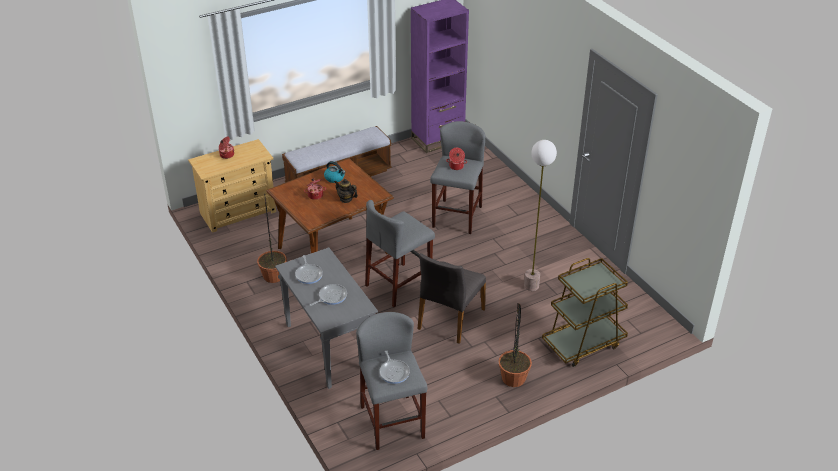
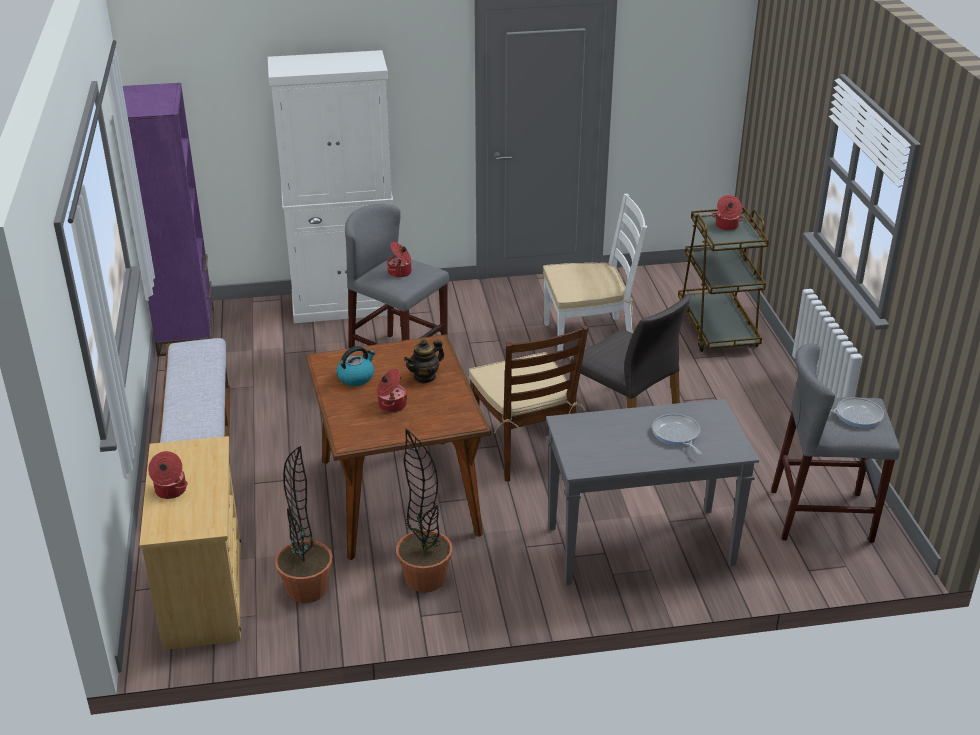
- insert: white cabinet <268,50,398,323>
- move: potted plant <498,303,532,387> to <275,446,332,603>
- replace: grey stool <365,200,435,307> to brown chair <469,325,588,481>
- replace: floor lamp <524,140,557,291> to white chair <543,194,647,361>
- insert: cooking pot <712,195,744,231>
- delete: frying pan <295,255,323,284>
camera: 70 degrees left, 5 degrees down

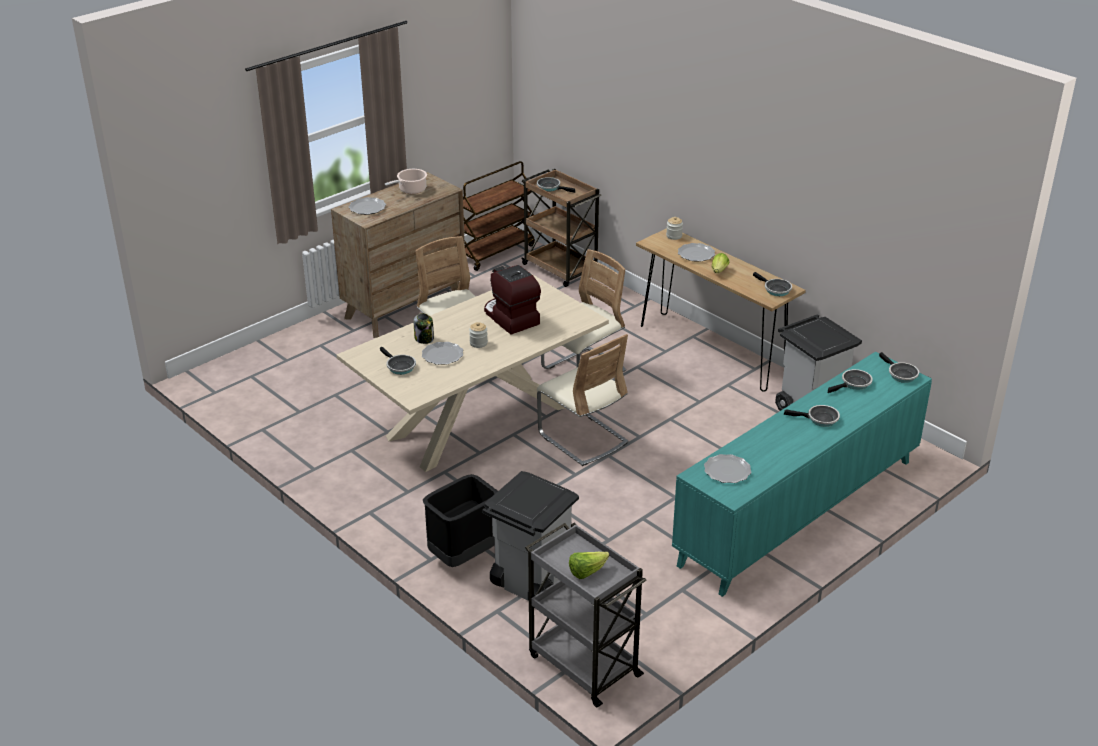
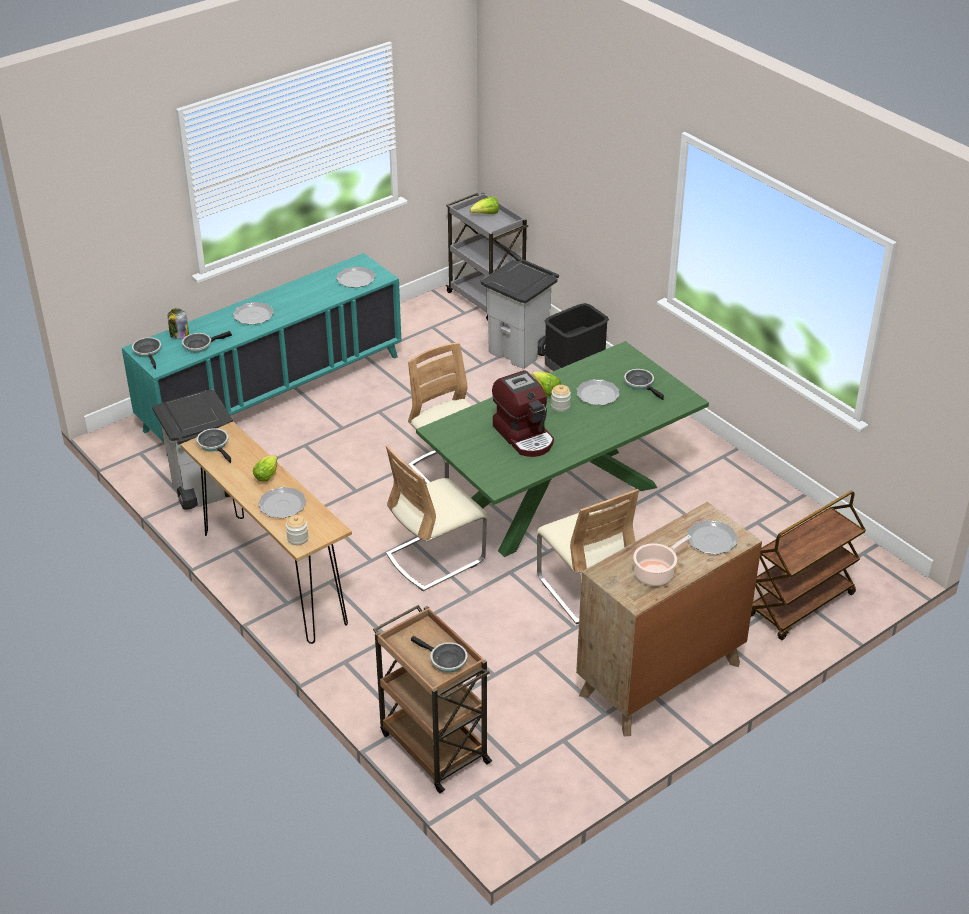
- move: jar <414,313,434,344> to <168,308,189,339>
- replace: frying pan <784,405,840,427> to plate <233,302,274,325>
- recolor: beige dining table <336,274,609,472> to green dining table <416,341,709,557>
- insert: lettuce <532,371,561,397>
- move: brown cart <463,161,535,271> to <751,491,866,640>
camera: 175 degrees left, 5 degrees up

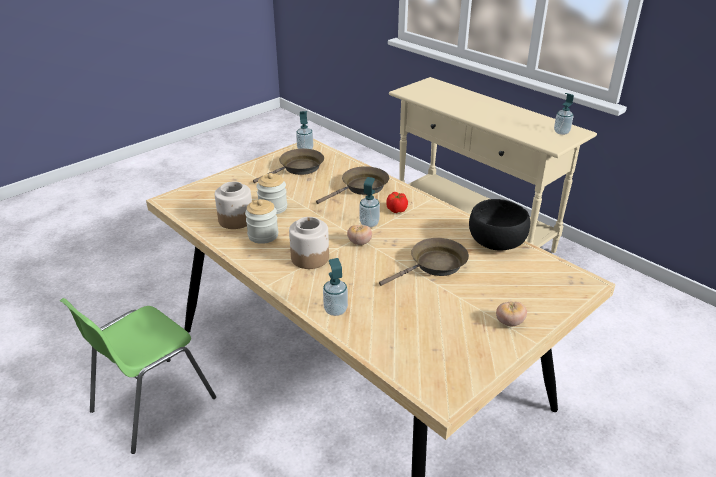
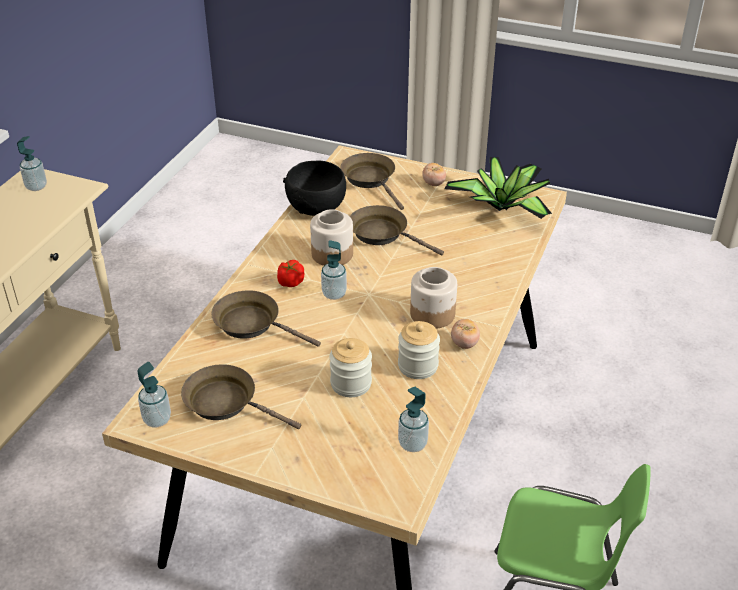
- move: jar <215,181,252,229> to <310,209,353,266>
- insert: brown frying pan <341,153,404,210>
- move: soap dispenser <323,258,348,316> to <398,387,429,452>
- insert: potted plant <445,157,552,219>
- move: tomato <347,225,372,245> to <451,319,480,349>
camera: 115 degrees left, 5 degrees up

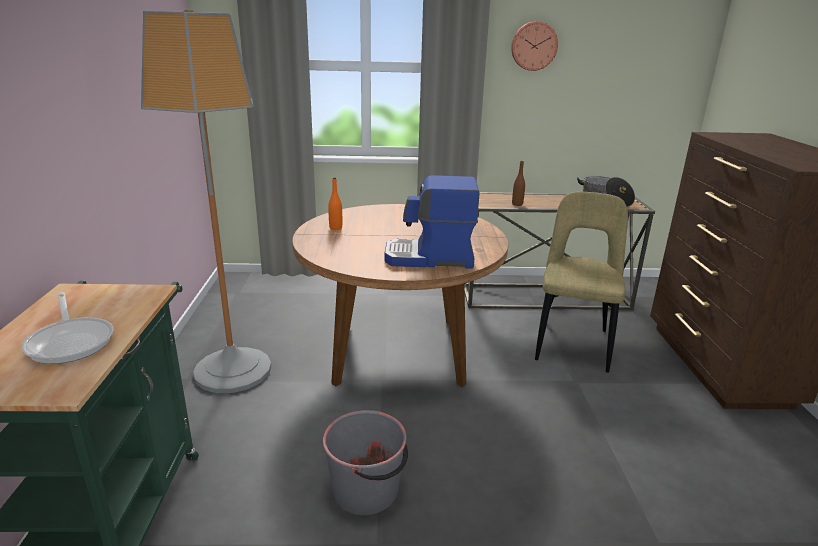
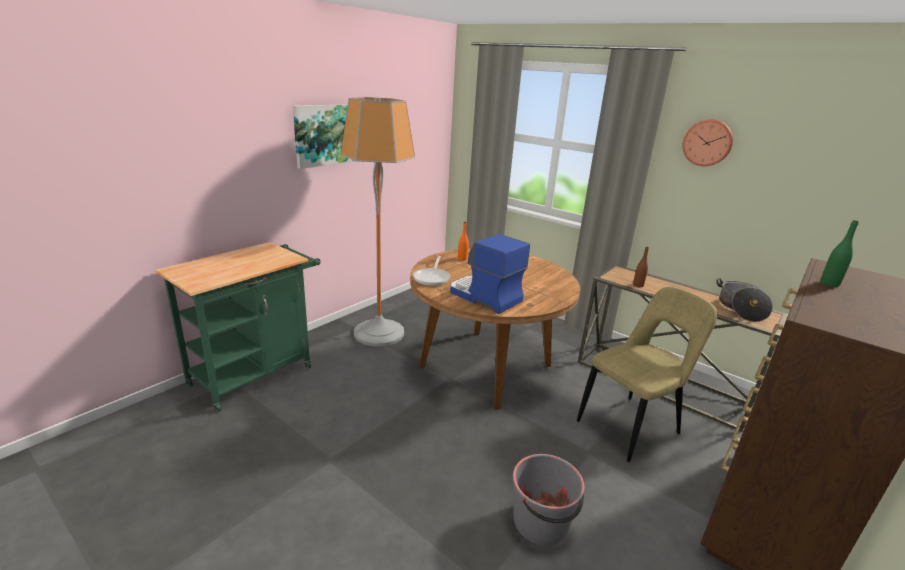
- insert: picture <293,105,354,169>
- move: frying pan <21,292,114,364> to <413,256,450,286>
- move: grey bucket <323,410,408,515> to <513,454,585,546>
- insert: green bottle <821,220,859,287>
camera: 40 degrees right, 0 degrees up

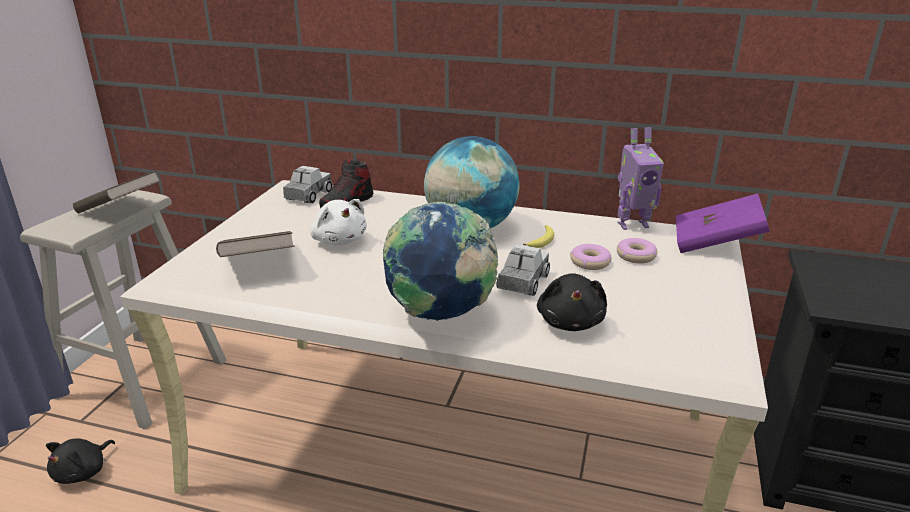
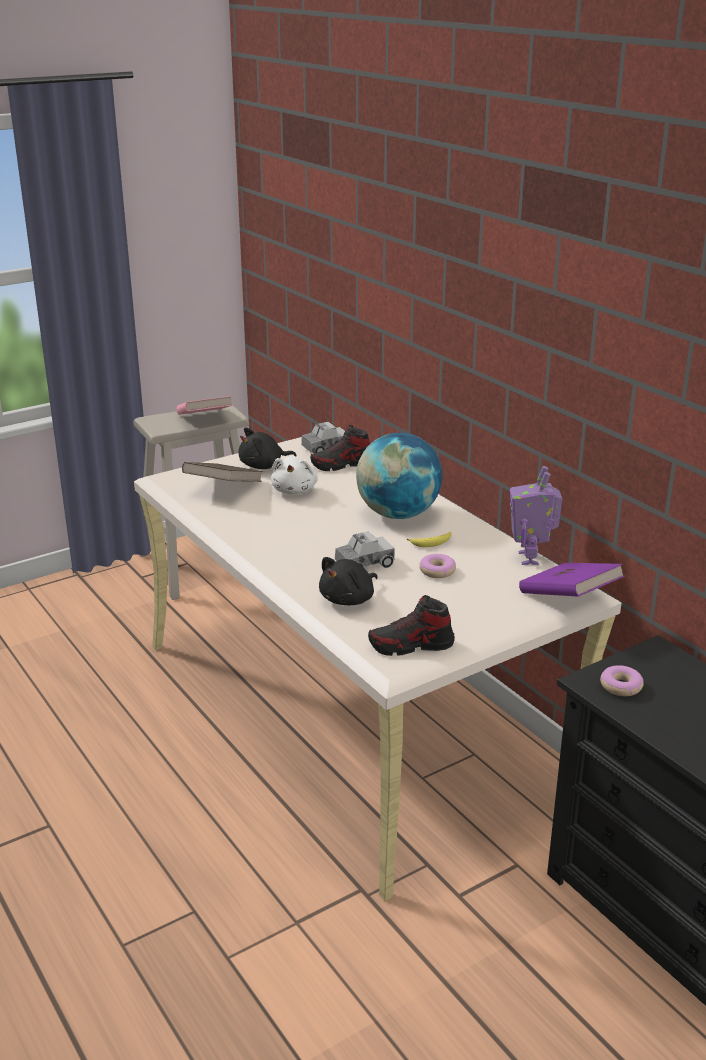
- recolor: brown book <73,171,161,213> to pink book <177,396,232,415>
- move: black plush toy <46,439,115,484> to <238,427,297,469>
- insert: shoe <368,595,455,656>
- rotate: toy robot <617,127,664,230> = <510,466,562,565> 60 degrees clockwise
- move: donut <617,238,657,264> to <600,665,644,696>
- delete: globe <383,201,498,321>
camera: 40 degrees right, 0 degrees up

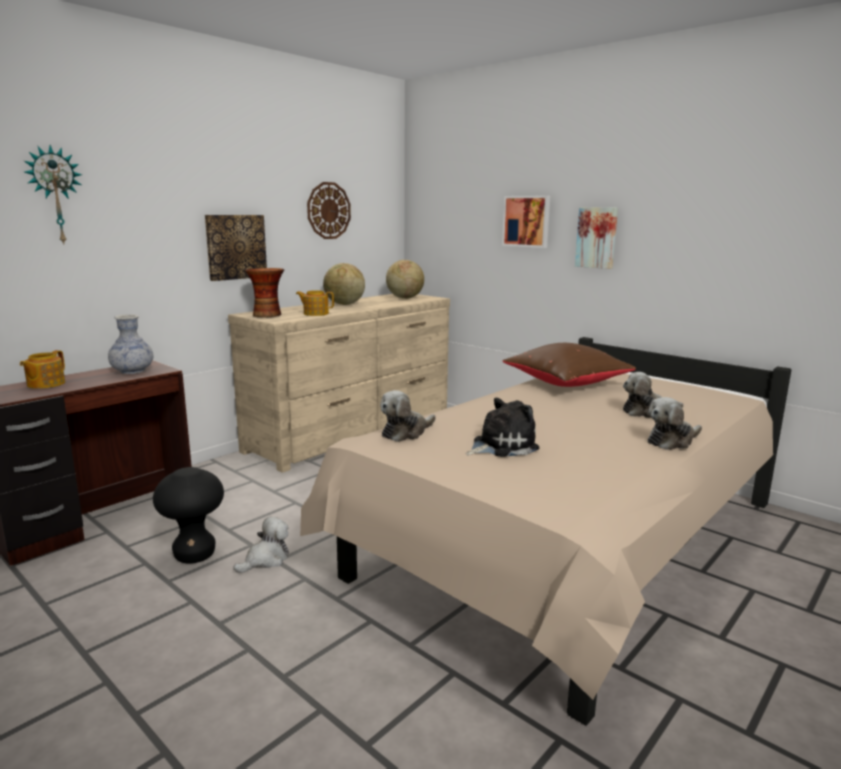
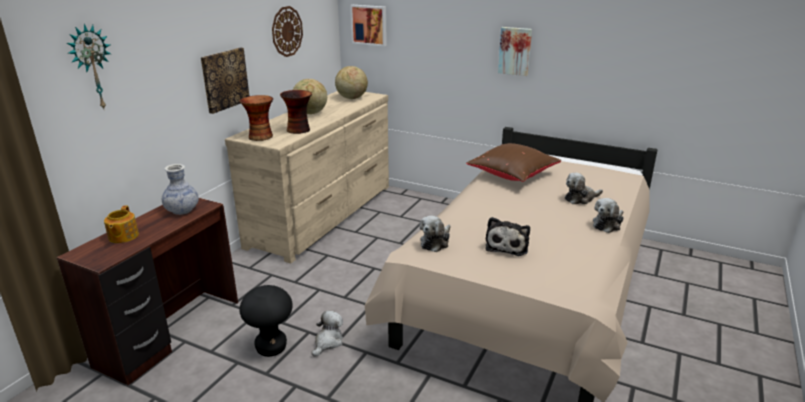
- replace: teapot <296,290,334,316> to vase <280,90,312,134>
- move: picture <502,196,550,248> to <350,5,387,46>
- rotate: plush toy <466,398,540,457> = <486,217,530,256> 150 degrees clockwise
camera: 15 degrees left, 10 degrees up

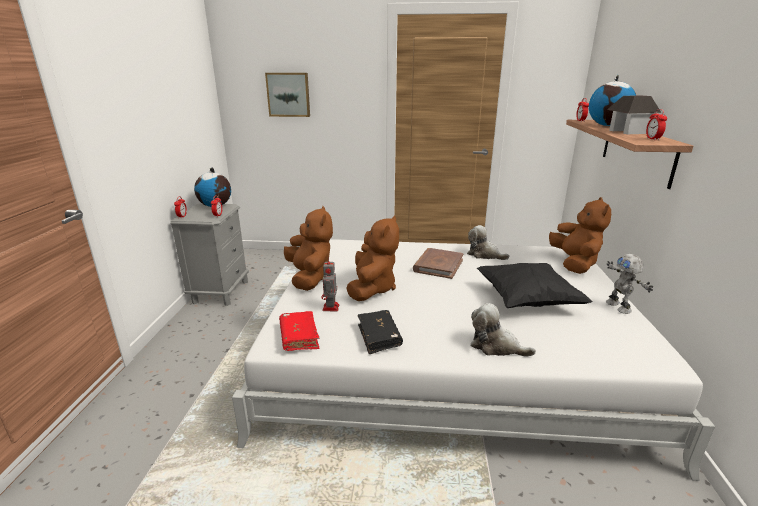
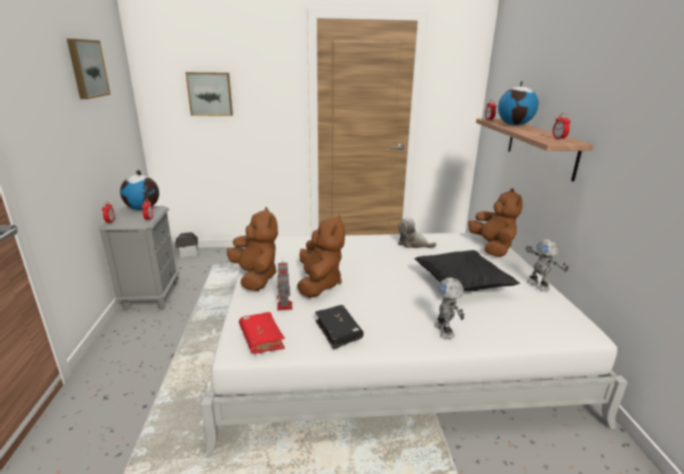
- insert: picture <67,39,110,99>
- move: toy house <607,95,661,134> to <175,232,198,258>
- replace: plush toy <471,303,536,357> to toy robot <434,277,465,339>
- delete: brown book <413,248,464,279>
camera: 10 degrees left, 0 degrees up

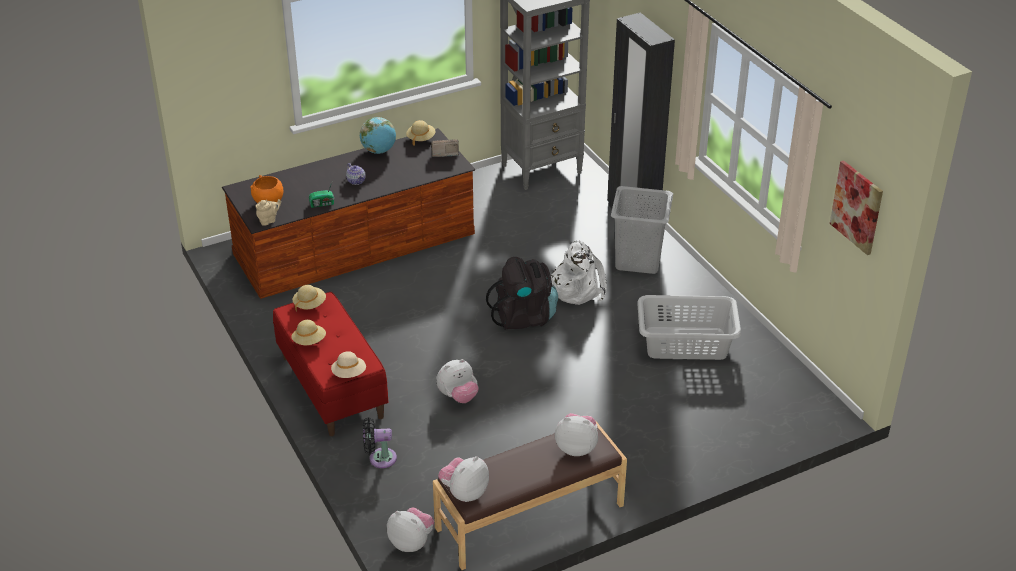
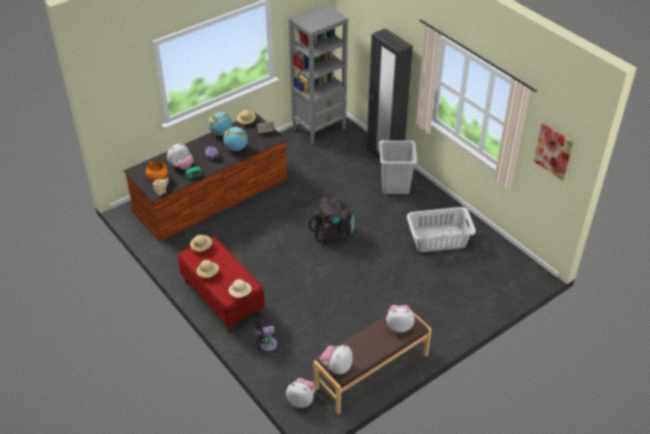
- move: plush toy <436,359,478,403> to <167,143,193,170>
- insert: globe <223,127,248,151>
- delete: white backpack <551,240,607,305>
camera: 10 degrees left, 5 degrees up

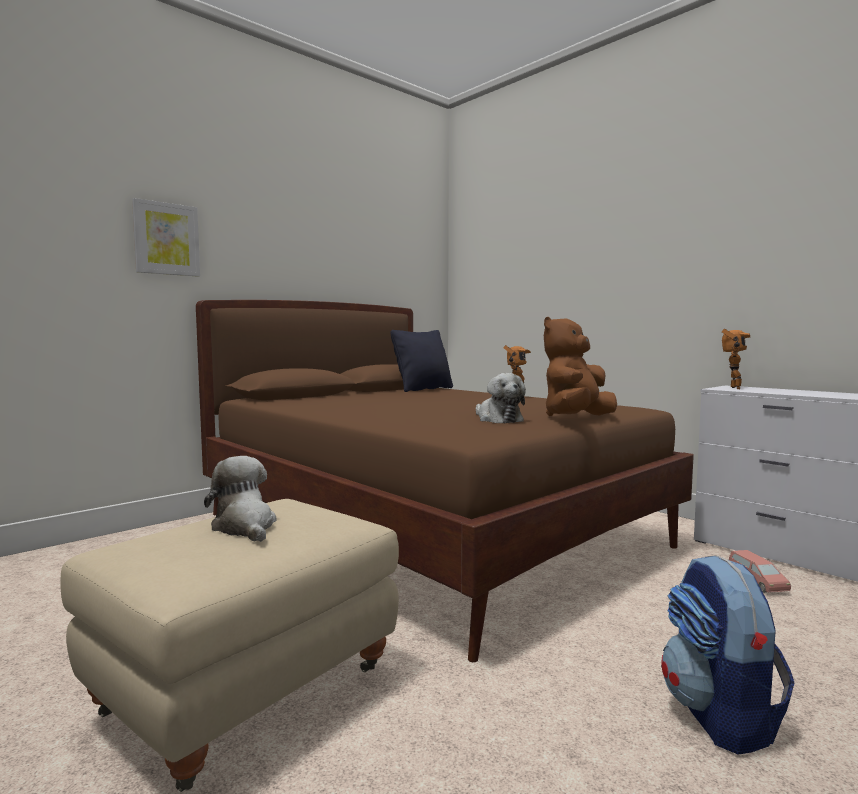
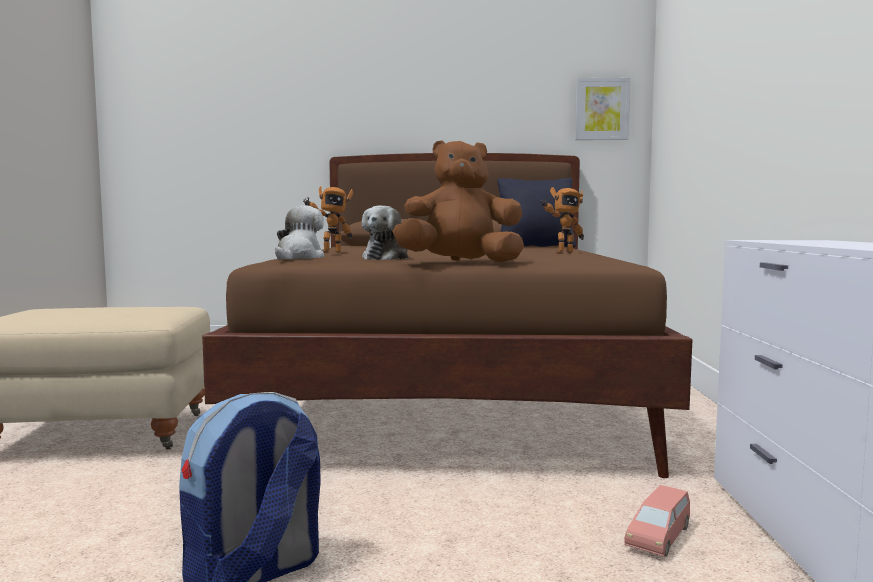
- move: plush toy <204,456,276,542> to <275,205,325,259>
- move: toy robot <722,329,750,389> to <303,186,353,253>
- move: picture <132,198,200,277> to <575,78,630,140>
camera: 45 degrees right, 0 degrees up

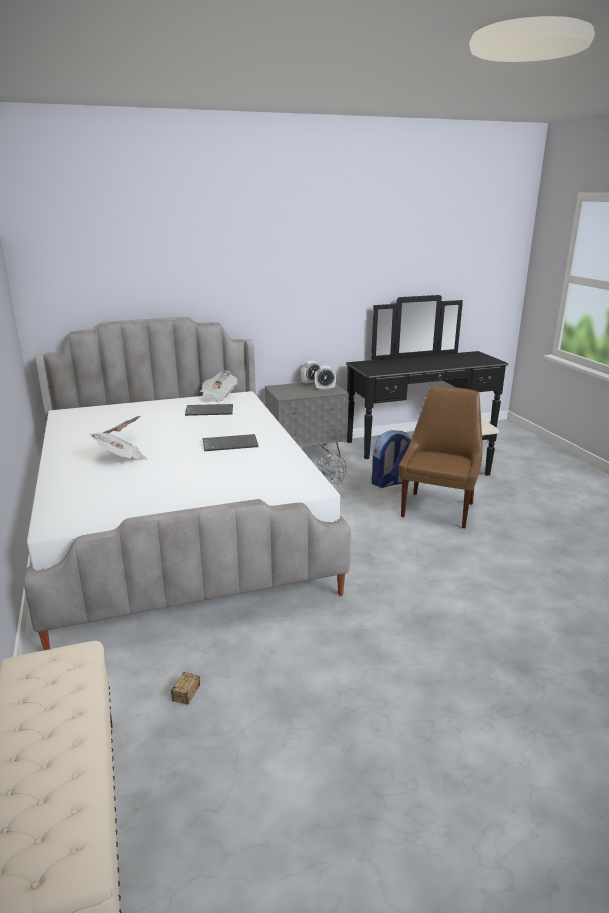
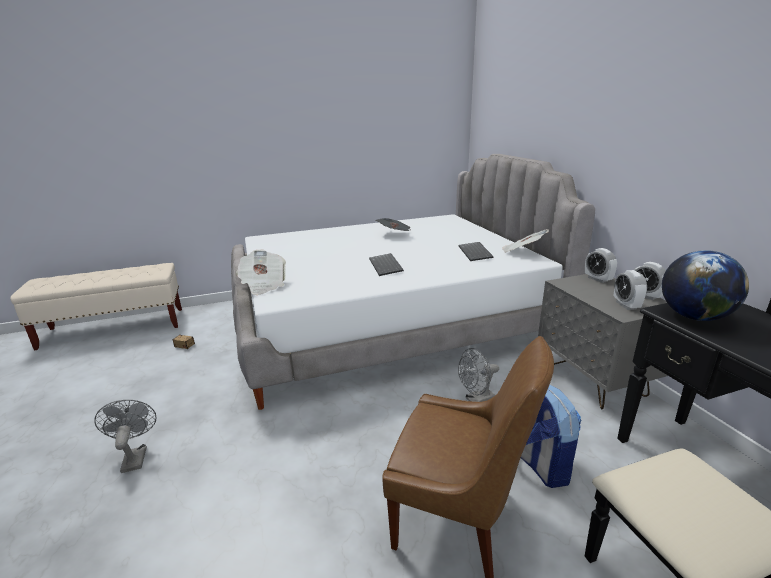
- insert: grey fan <94,400,156,473>
- move: newspaper <90,433,147,460> to <236,250,286,295>
- insert: alarm clock <585,248,617,283>
- insert: globe <662,250,749,321>
camera: 90 degrees right, 0 degrees up

